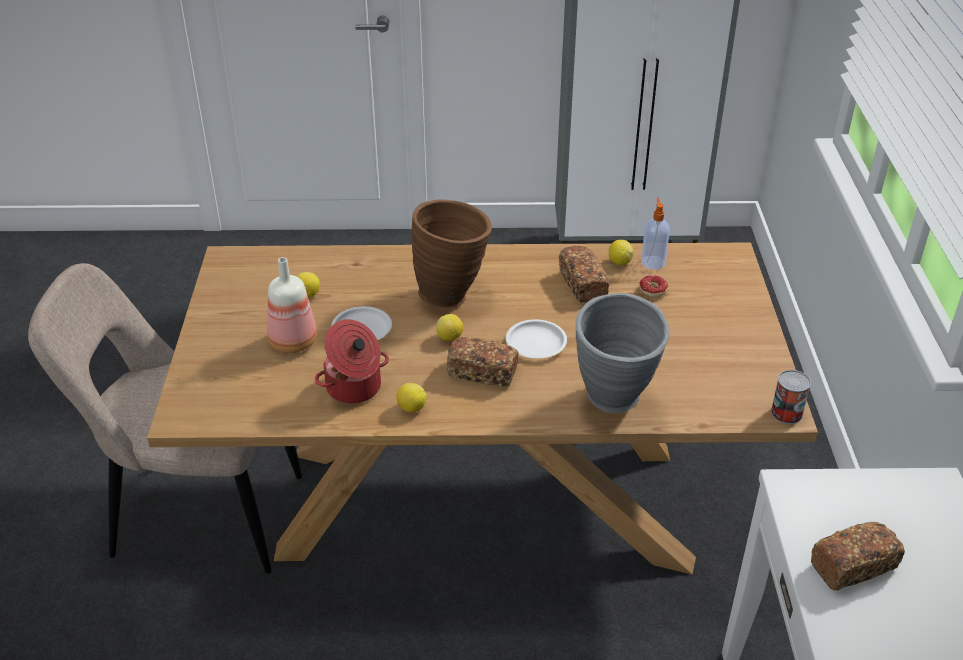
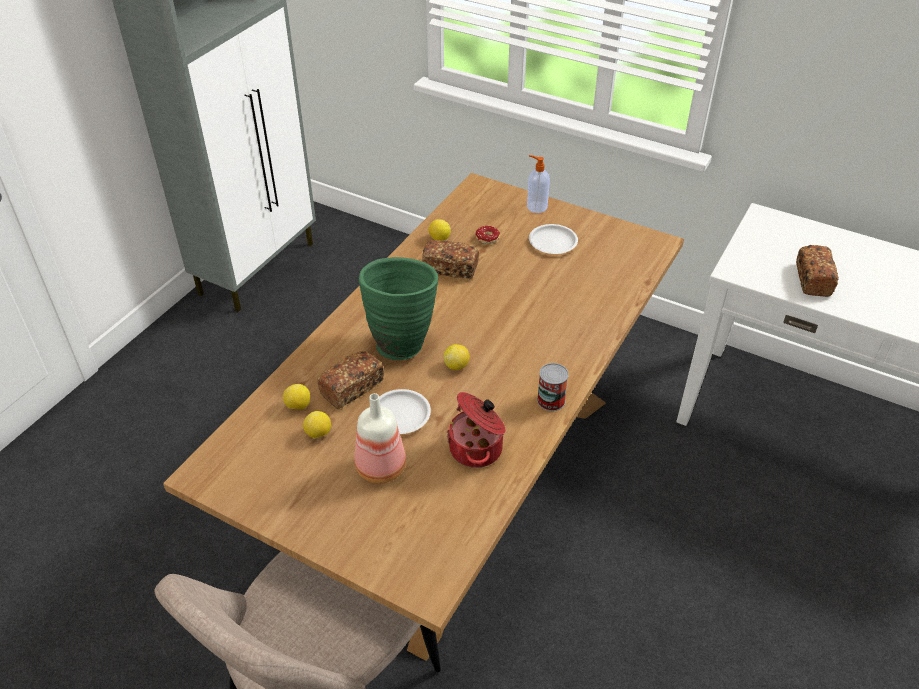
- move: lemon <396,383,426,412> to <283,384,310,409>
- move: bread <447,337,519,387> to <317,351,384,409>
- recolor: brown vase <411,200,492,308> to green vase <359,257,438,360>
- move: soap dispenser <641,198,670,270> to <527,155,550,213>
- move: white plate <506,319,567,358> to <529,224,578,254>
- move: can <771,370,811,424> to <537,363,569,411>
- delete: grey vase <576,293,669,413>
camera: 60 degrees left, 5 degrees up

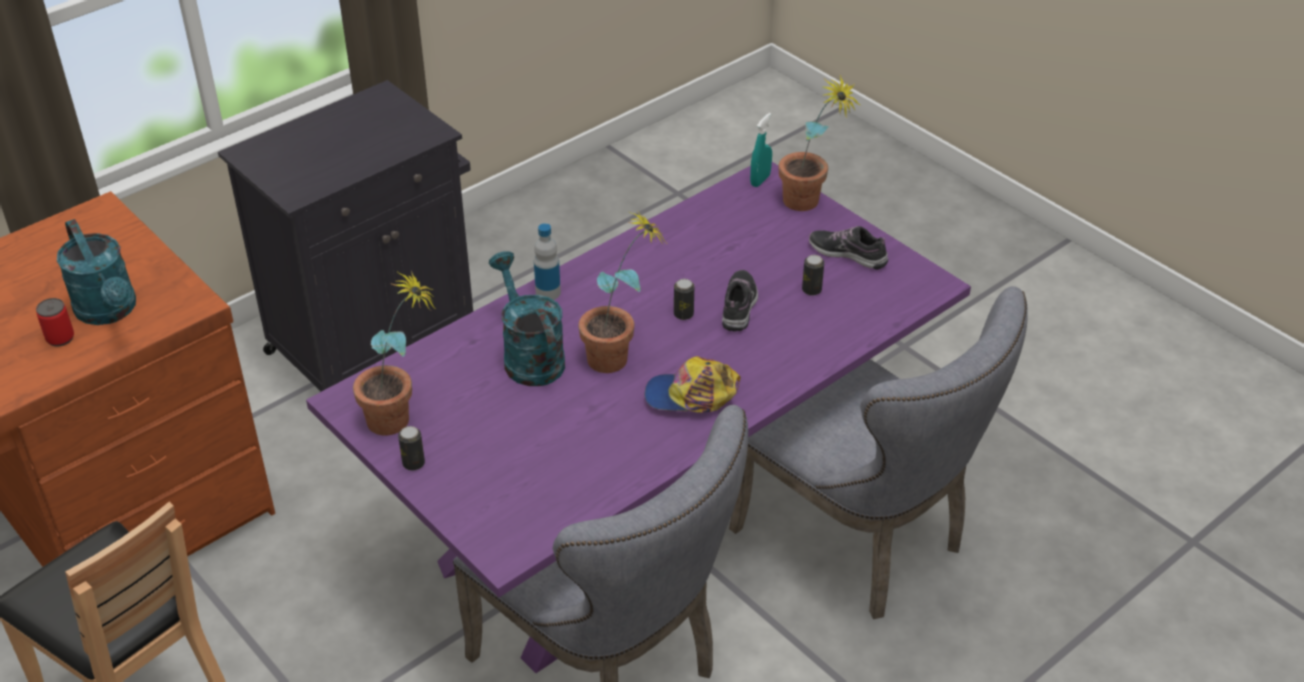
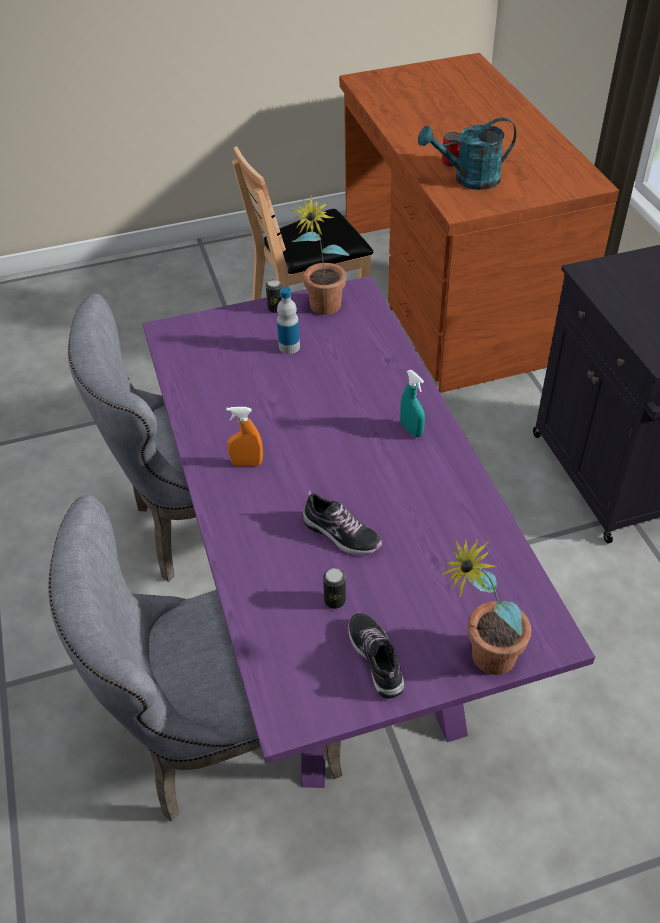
- replace: cap <645,356,741,413> to orange spray bottle <227,407,263,466>
- move: bottle <534,223,561,300> to <277,287,300,354>
- rotate: shoe <809,226,888,270> = <348,612,405,699> 75 degrees counterclockwise
- move: turquoise spray bottle <750,113,772,187> to <400,370,425,437>
- delete: turquoise watering can <489,251,565,386>
- delete: potted plant <578,210,666,373>
- delete: can <674,279,694,320>
camera: 115 degrees right, 5 degrees up

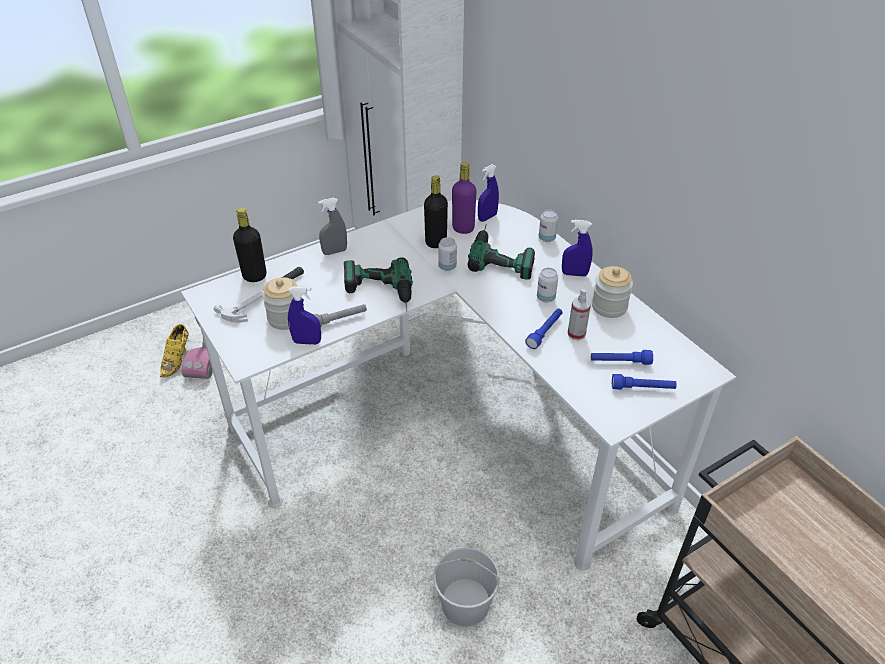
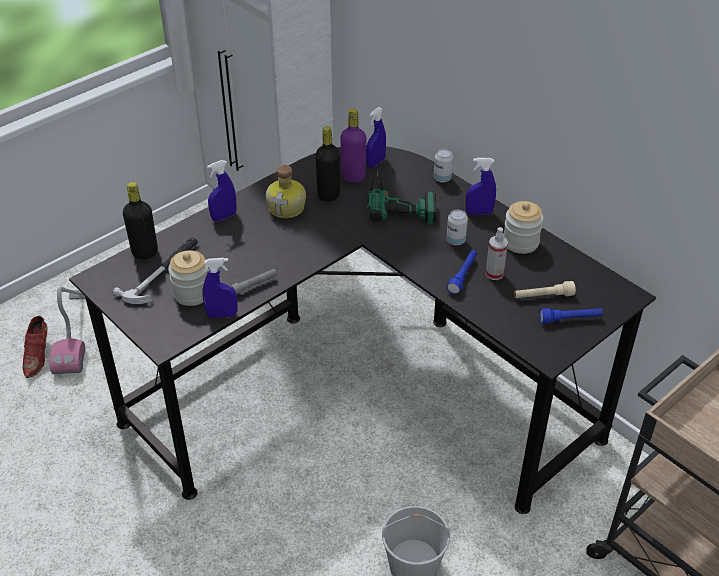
- recolor: yellow shoe <160,324,189,378> to red shoe <22,316,48,378>
- recolor: white desk <181,200,736,570> to black desk <69,145,656,514>
- recolor: grey spray bottle <318,198,347,255> to blue spray bottle <207,160,237,221>
- insert: bottle <266,165,306,218>
- recolor: blue flashlight <591,350,653,365> to beige flashlight <514,281,576,298>
- delete: power drill <344,257,413,312>
- delete: can <438,237,457,271>
camera: 10 degrees left, 0 degrees up

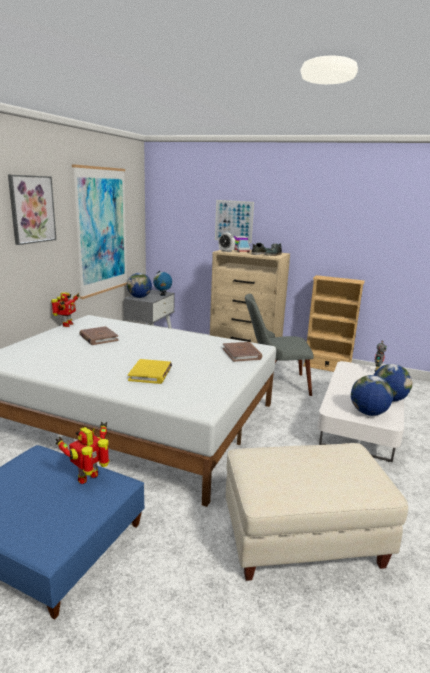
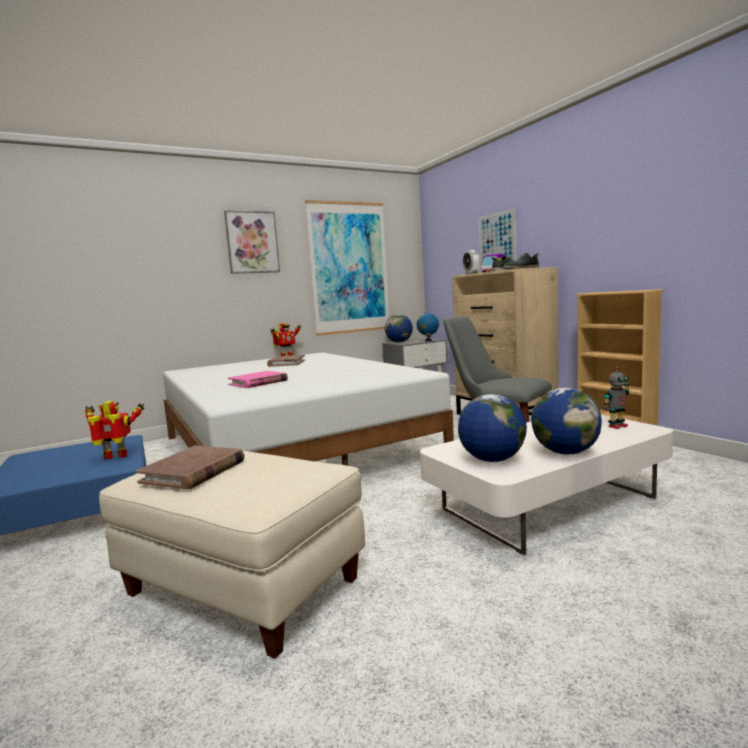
- move: brown book <223,342,262,362> to <136,446,245,490>
- recolor: yellow book <128,359,172,384> to pink book <228,371,288,388>
camera: 40 degrees right, 10 degrees down

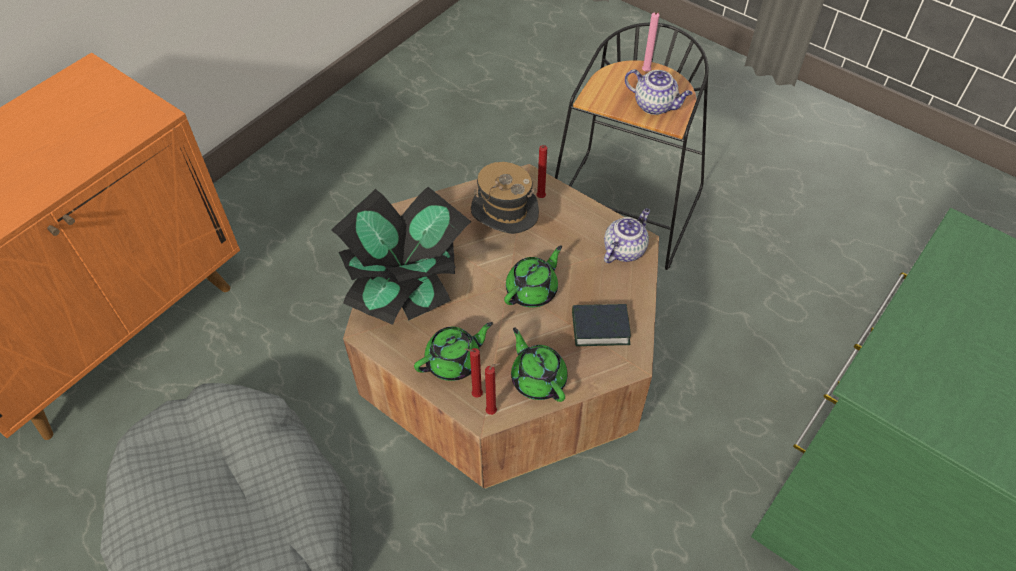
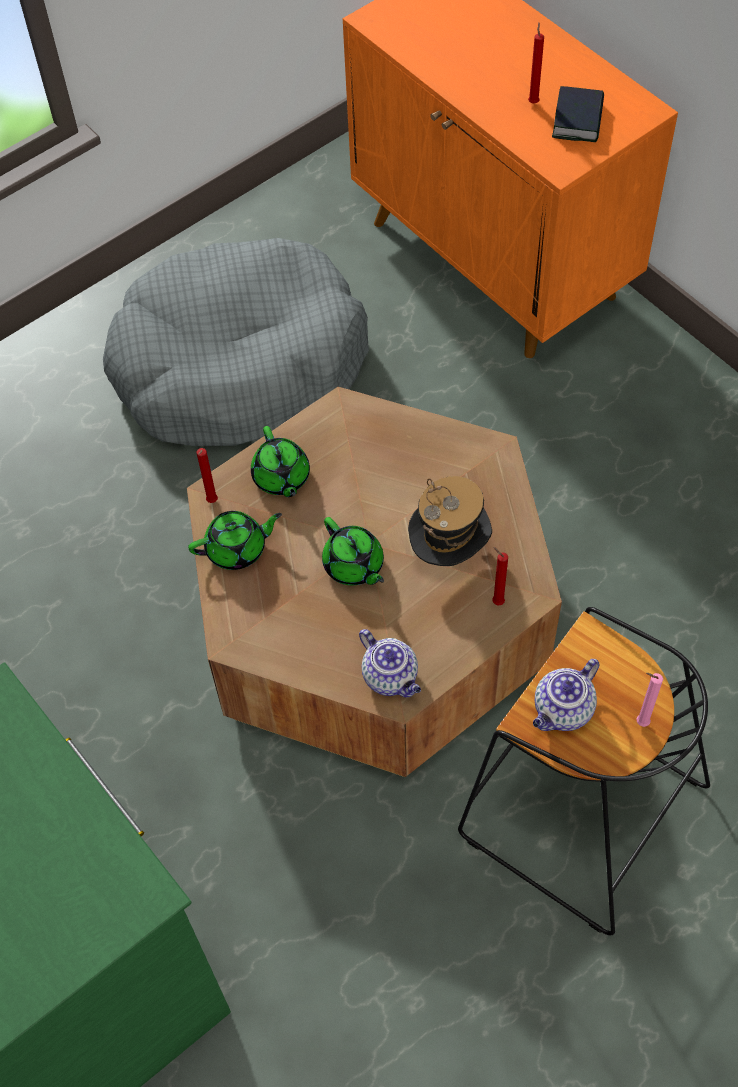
- move: red candle <464,348,483,398> to <528,22,544,103>
- move: book <572,304,631,346> to <552,86,604,142>
- delete: potted plant <331,187,471,325>
camera: 105 degrees right, 5 degrees up

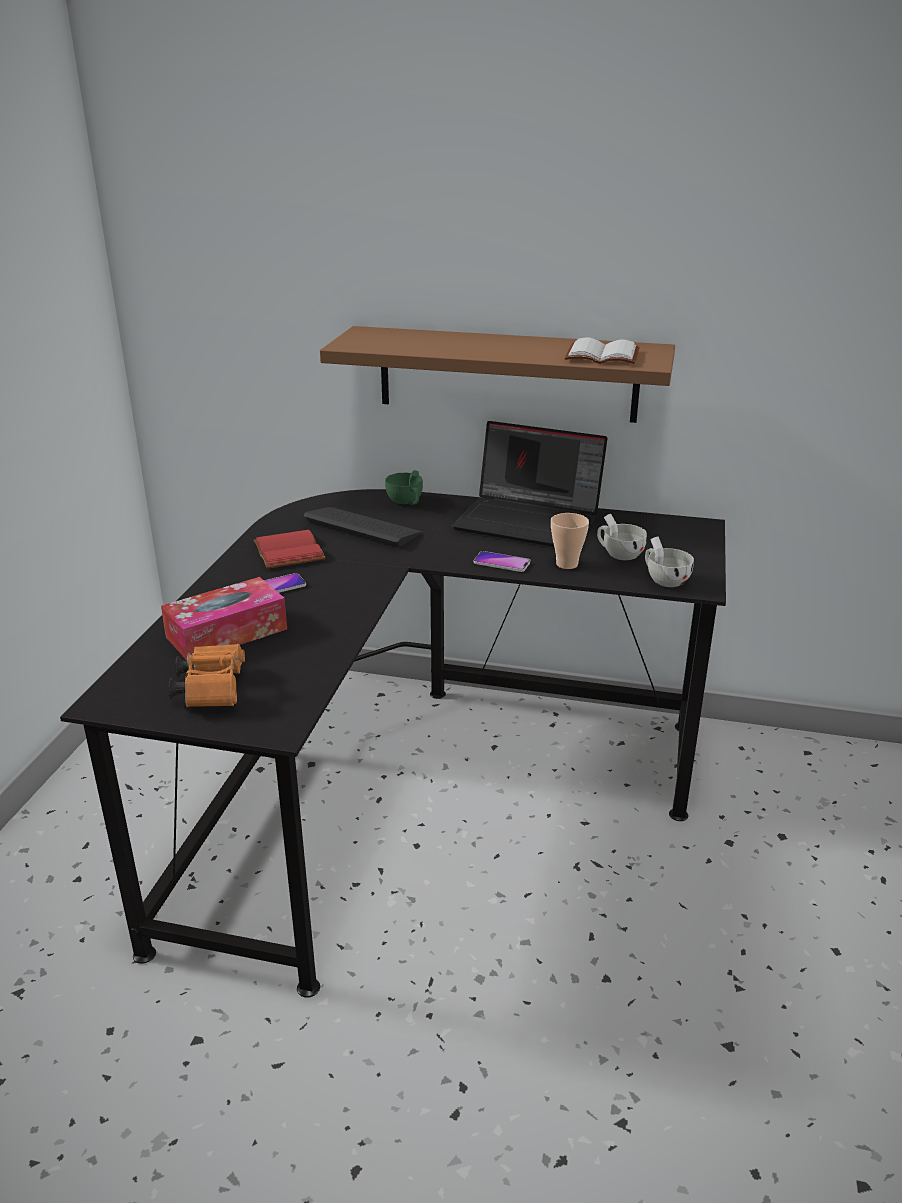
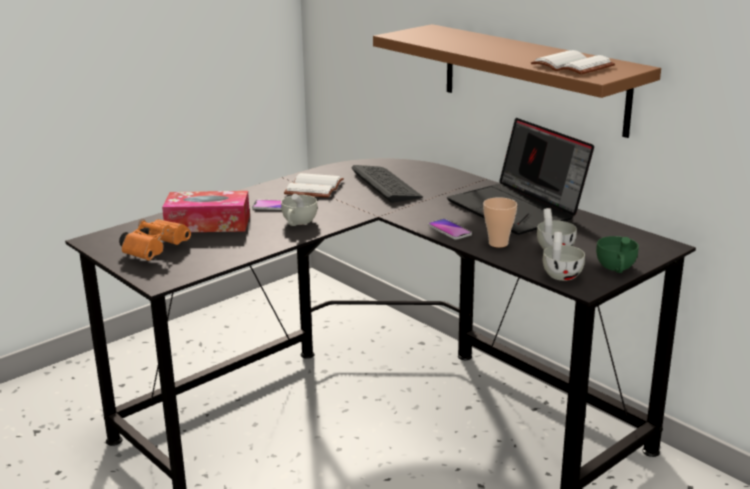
- insert: white cup <281,194,318,226>
- recolor: red book <254,530,325,569> to white book <284,173,344,198>
- move: green cup <385,470,423,505> to <596,236,639,273>
camera: 35 degrees right, 5 degrees down

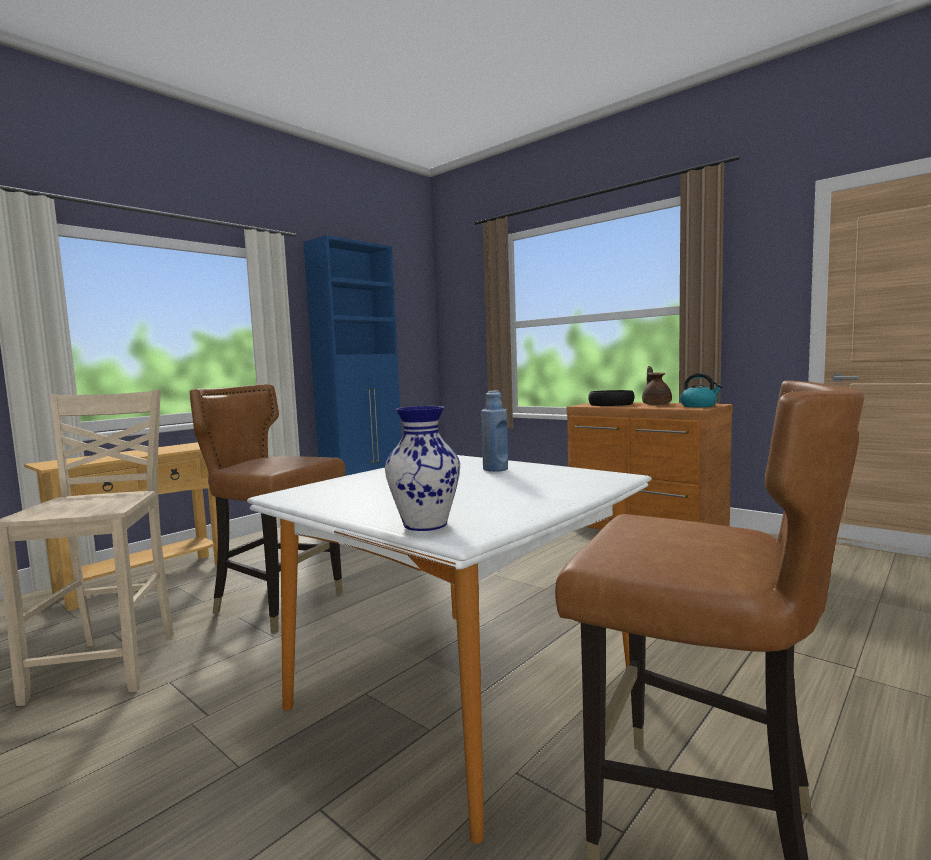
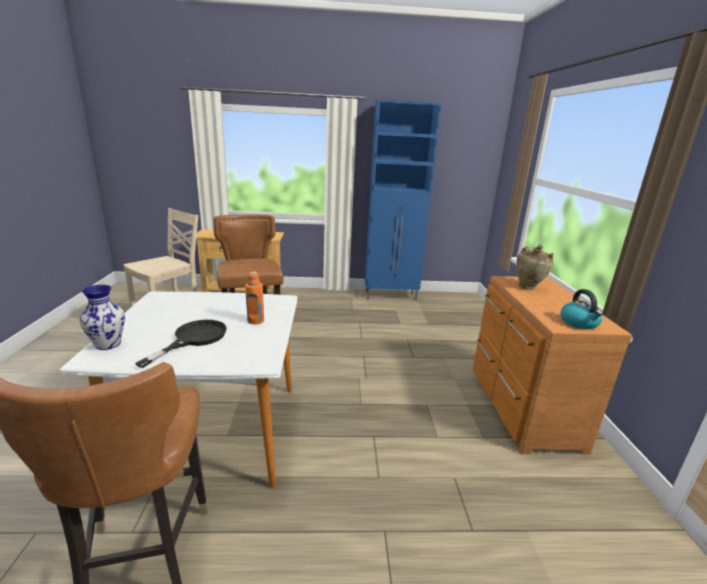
- insert: black frying pan <135,320,227,368>
- recolor: blue bottle <481,390,508,472> to orange bottle <245,271,264,324>
- replace: black bowl <588,390,635,406> to beige vase <516,244,554,290>
- delete: brown teapot <642,366,672,405>
camera: 45 degrees right, 15 degrees up

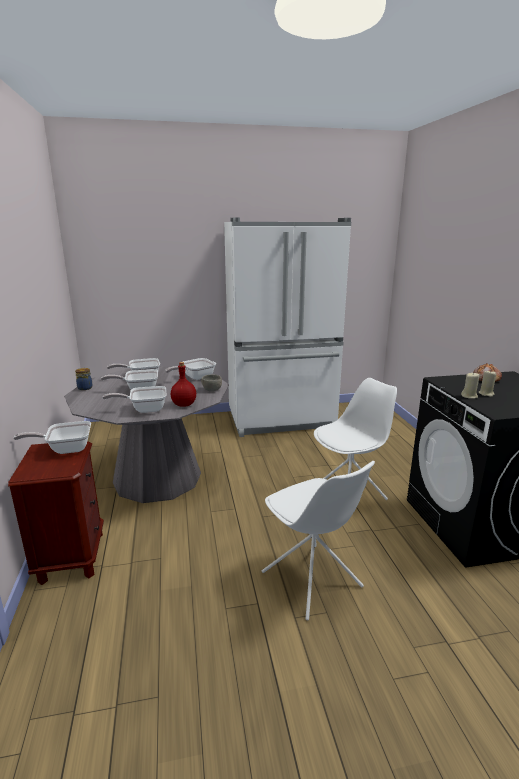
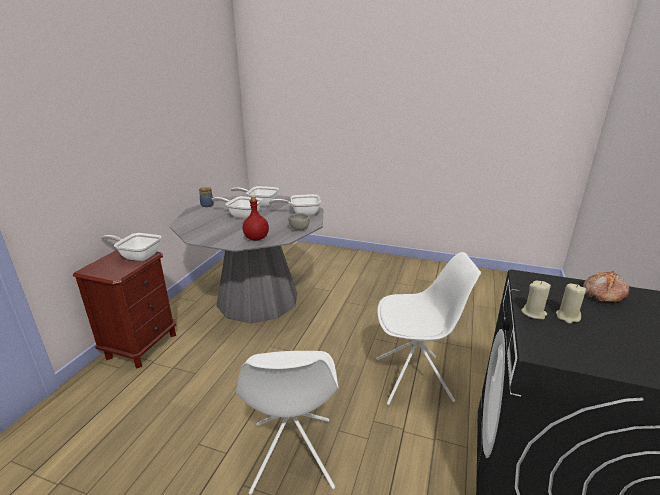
- delete: frying pan <103,386,166,413>
- delete: white fridge <224,218,351,437>
camera: 30 degrees right, 5 degrees up

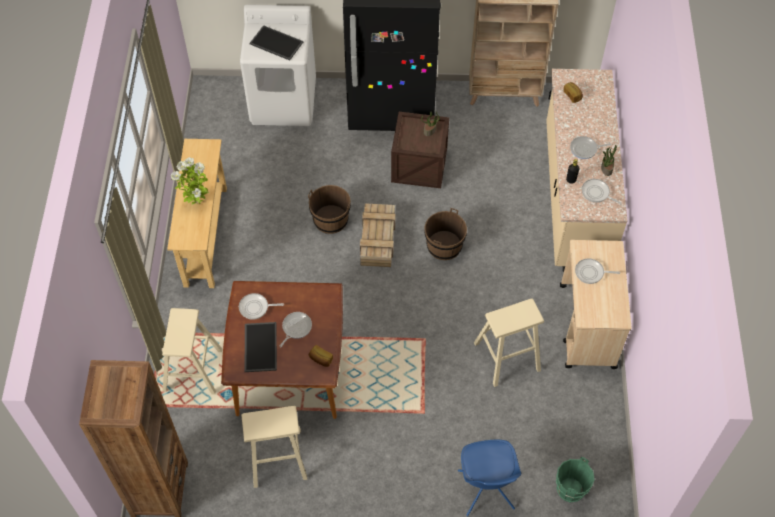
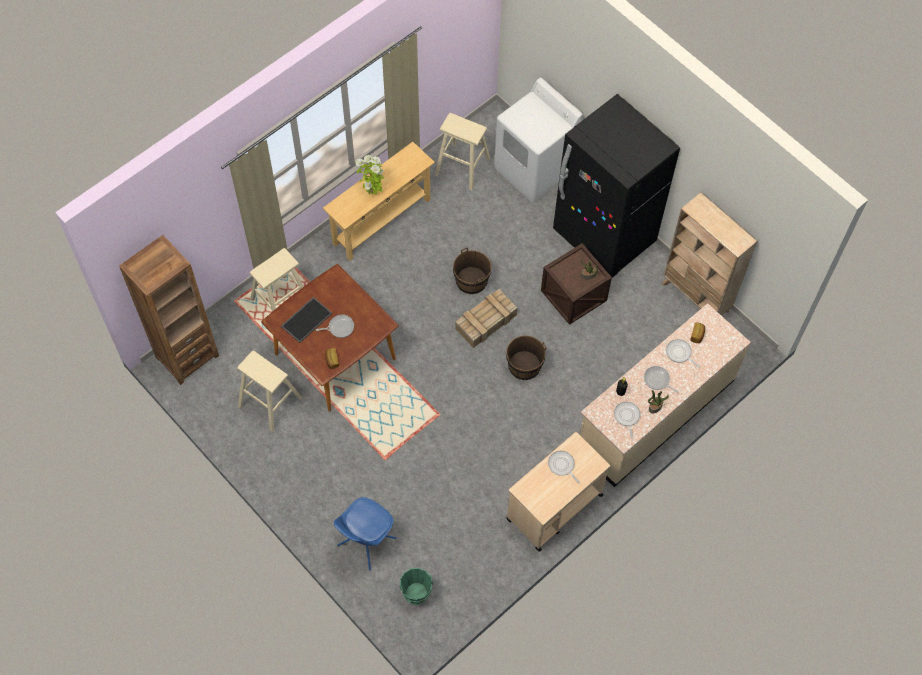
- move: beige stool <474,299,544,387> to <435,113,490,190>
- move: frying pan <239,293,284,320> to <666,339,700,368>
- delete: tray <249,25,303,61>
camera: 45 degrees right, 5 degrees up

